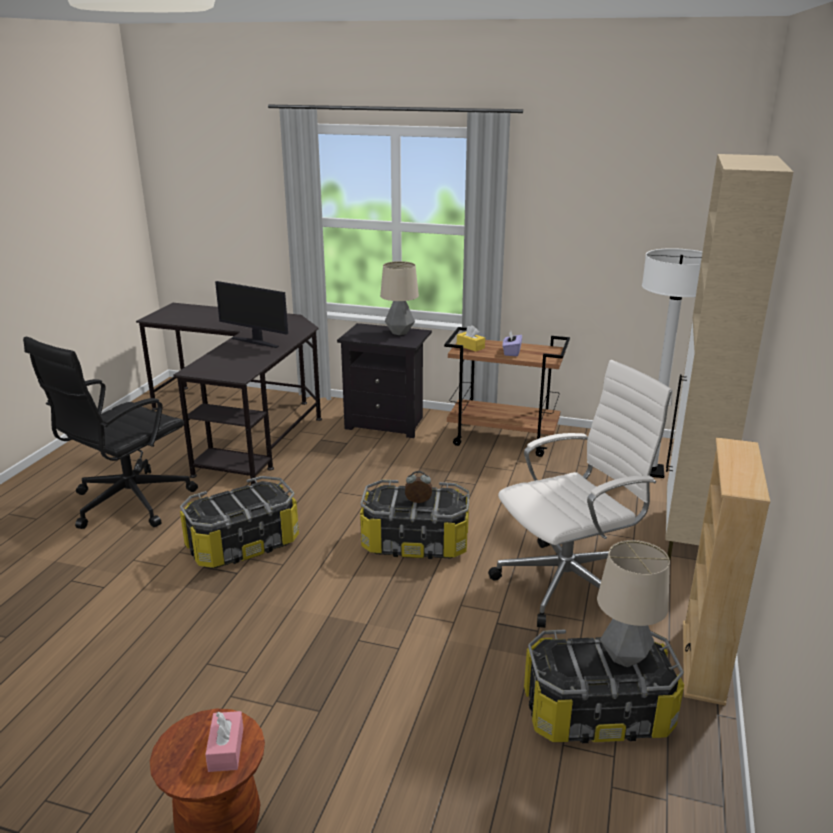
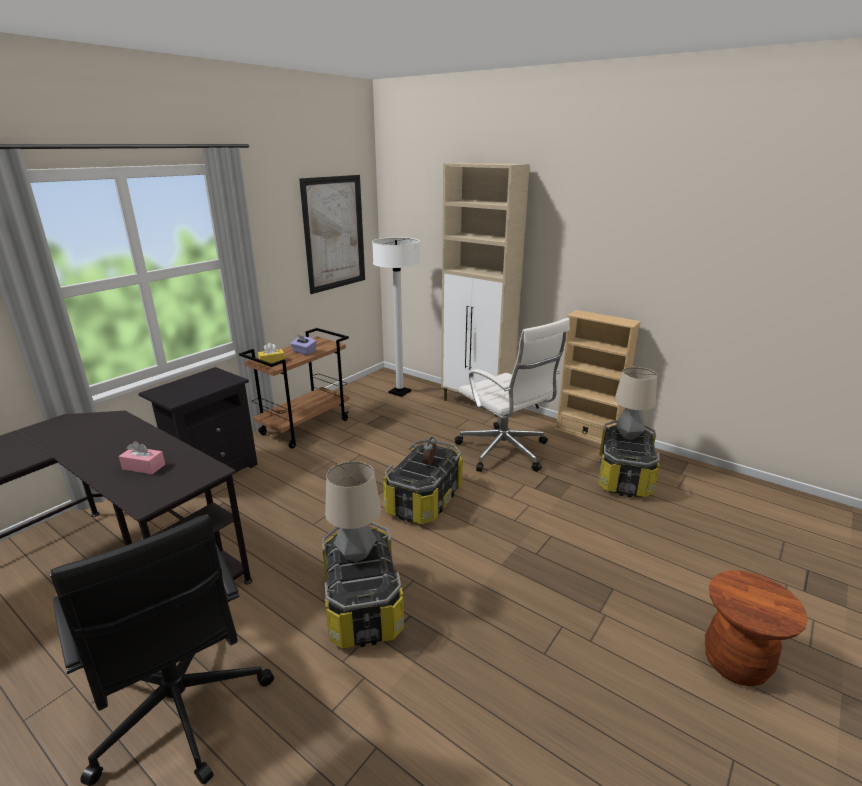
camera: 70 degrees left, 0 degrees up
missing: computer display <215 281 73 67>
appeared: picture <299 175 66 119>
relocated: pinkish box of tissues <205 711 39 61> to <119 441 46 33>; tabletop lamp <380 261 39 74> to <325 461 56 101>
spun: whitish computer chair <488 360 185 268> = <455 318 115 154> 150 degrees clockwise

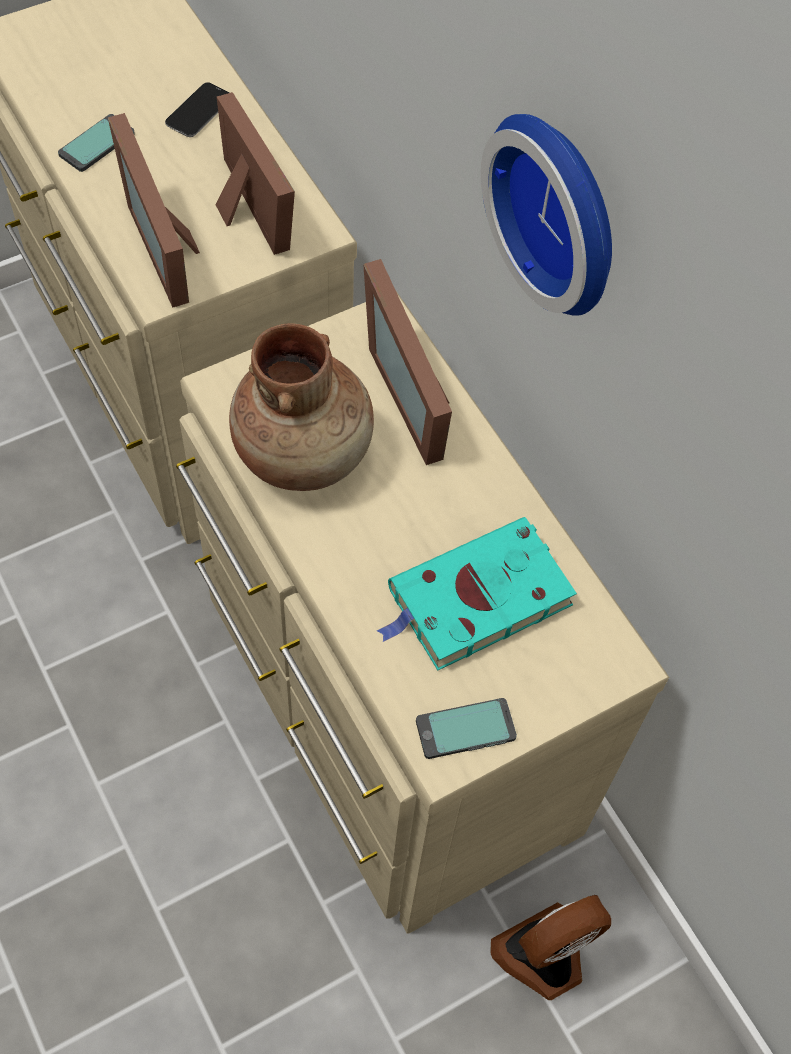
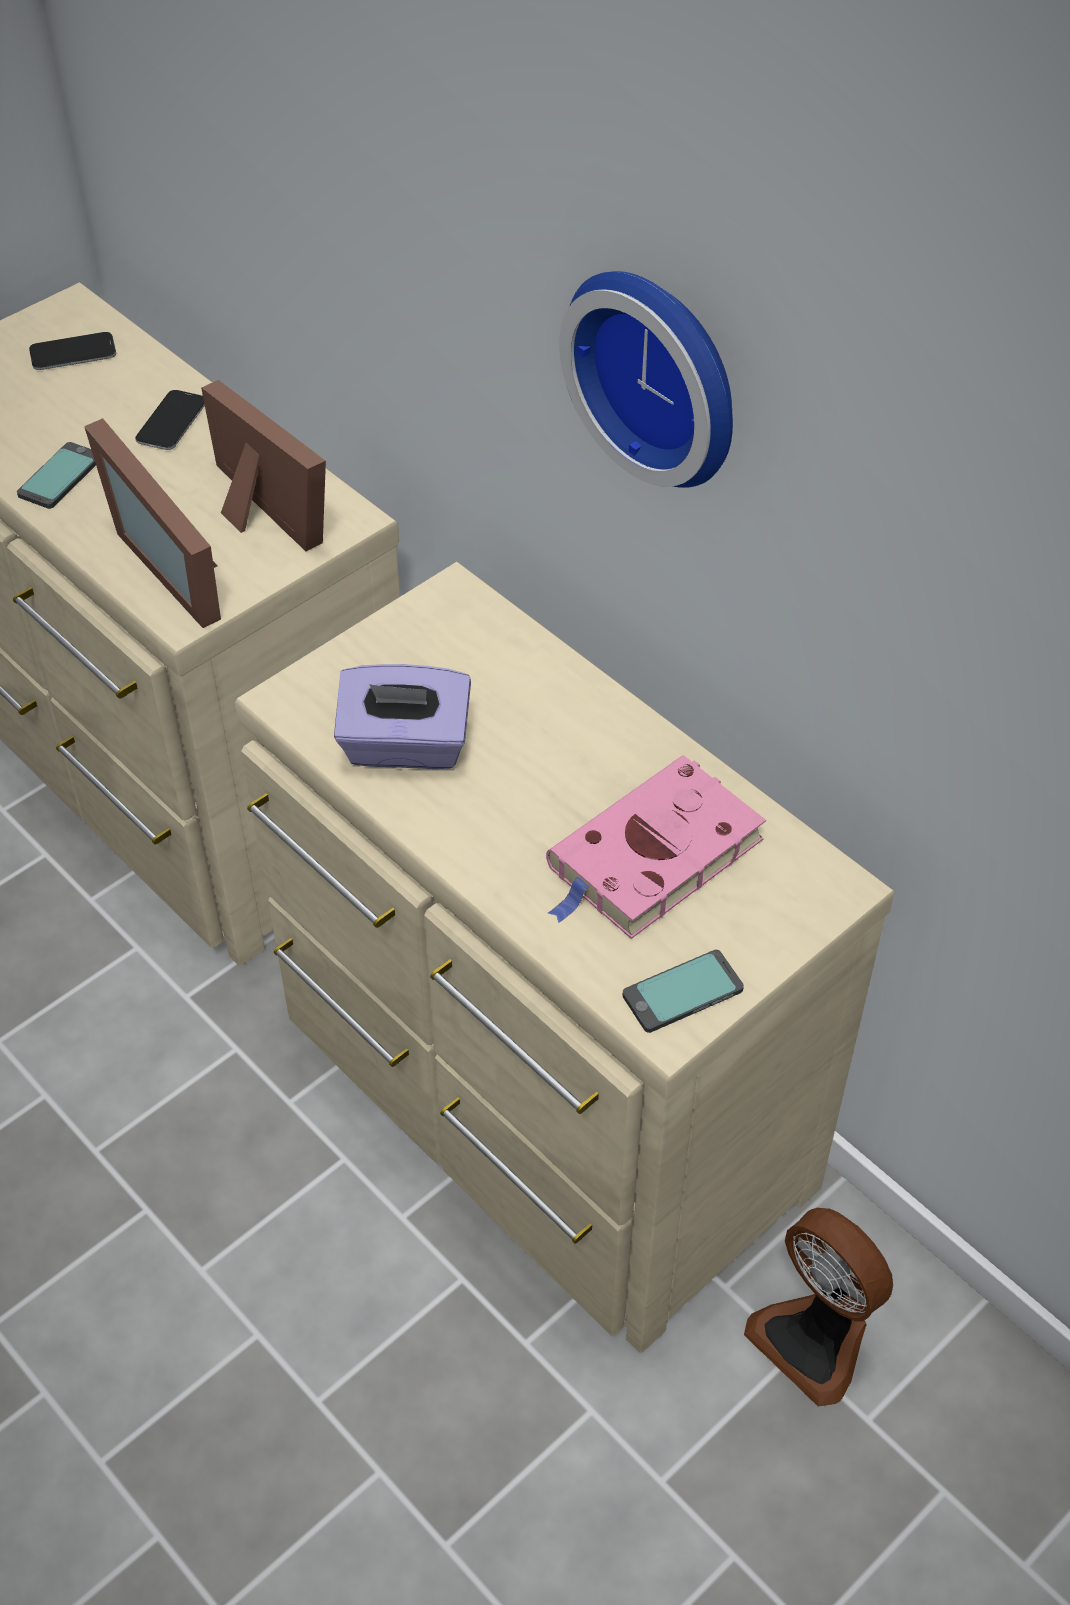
camera: 10 degrees left, 10 degrees down
missing: standing frame <363 259 89 206>
appeared: handset <29 332 87 38>
exchanged: brown flower vase <229 323 145 168> to purple-coloured box of tissues <334 664 137 105>
colour: turquoise bound book <377 517 200 154> to pinkish bound book <546 755 220 184>
spun: cooling fan <490 895 121 105> = <744 1208 149 199> 90 degrees counterclockwise

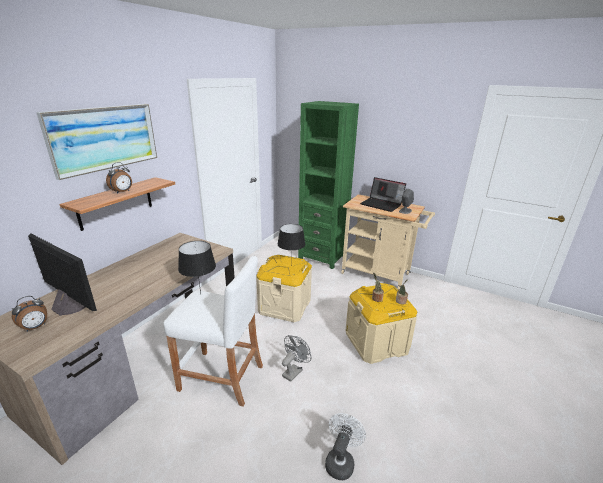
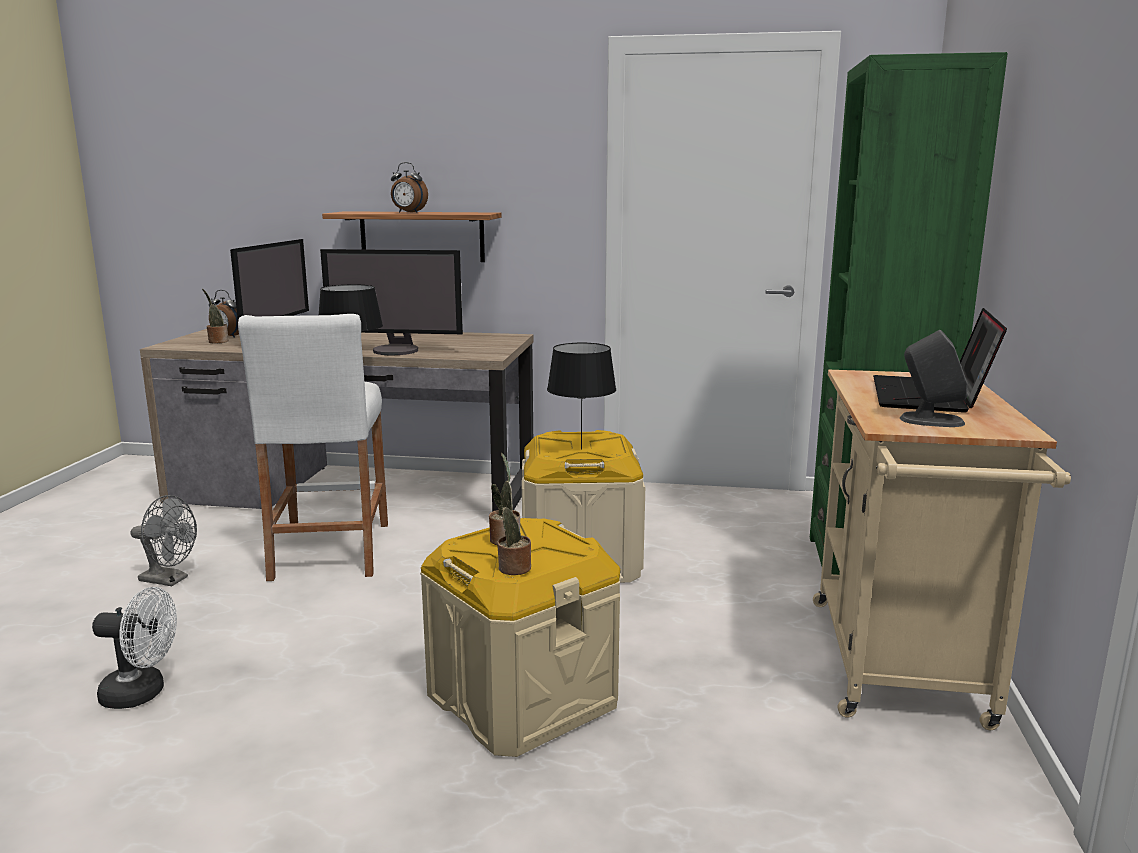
camera: 70 degrees right, 10 degrees down
missing: picture <36 104 121 76>
appeared: plant in a pot <202 289 27 55>; computer display <320 249 143 106>
relocated: gray cooling fan <282 335 29 47> to <131 495 66 91>

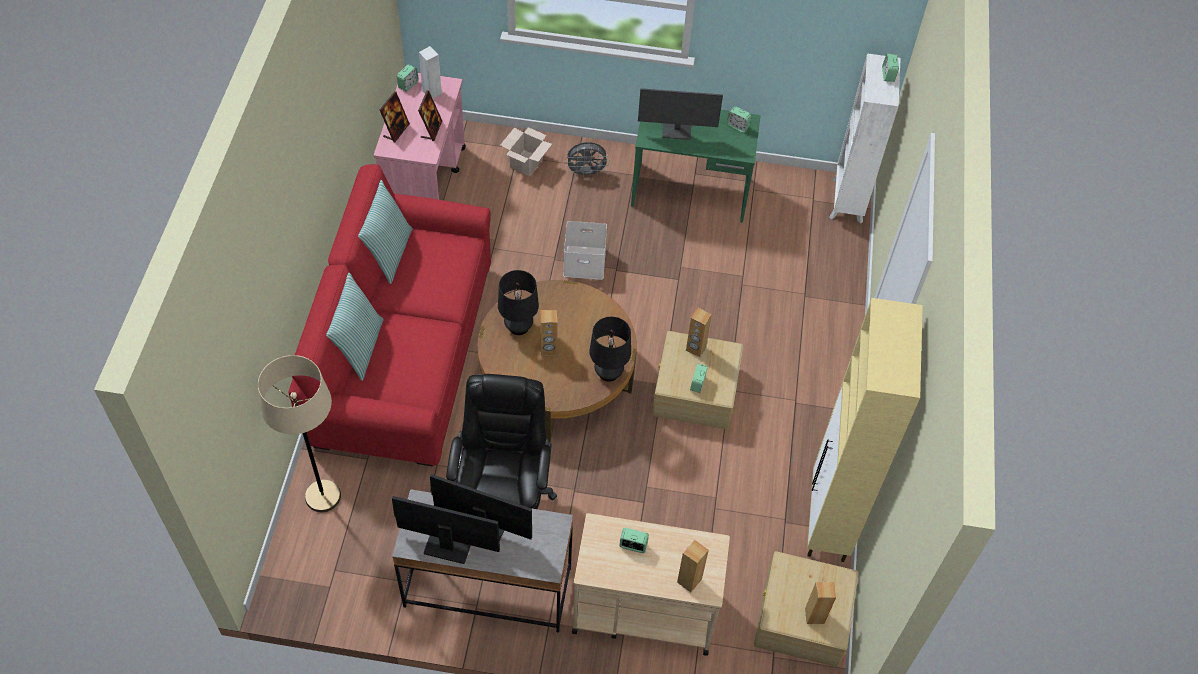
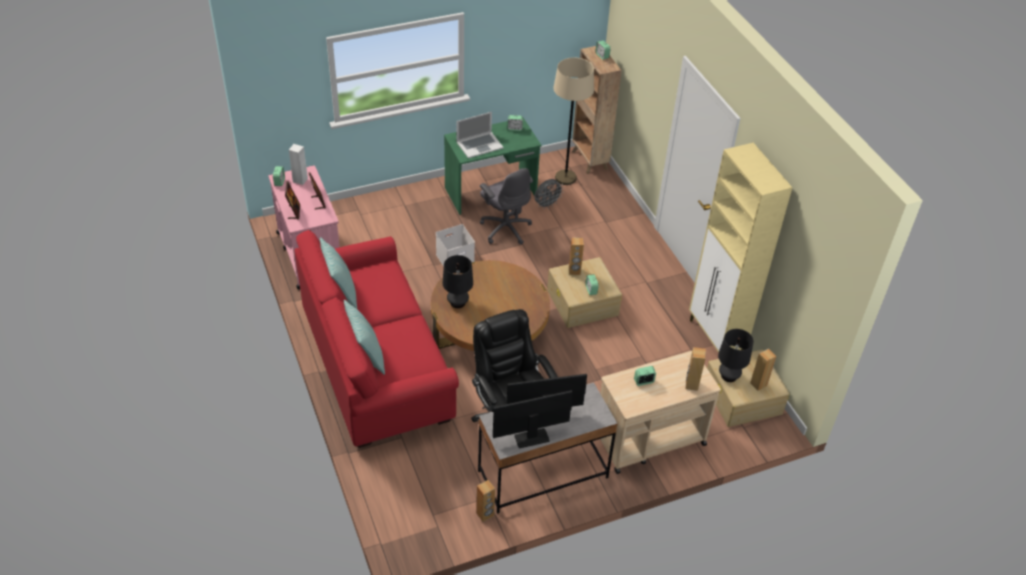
camera: 30 degrees left, 10 degrees down
missing: carton <500 127 52 49>
appeared: gray computer chair <480 168 53 77>
relocated: brown audio speaker <540 310 18 46> to <476 480 19 42>; gray cooling fan <565 142 45 36> to <534 179 30 30>; sand-coloured standard lamp <258 355 83 157> to <553 58 41 127>; blackish tabletop lamp <589 317 42 65> to <718 329 36 53>
exchanged: computer display <638 88 85 52> to portable computer <456 112 47 46>
colour: whitish shelving unit <830 53 71 171> to brown shelving unit <572 46 50 128>

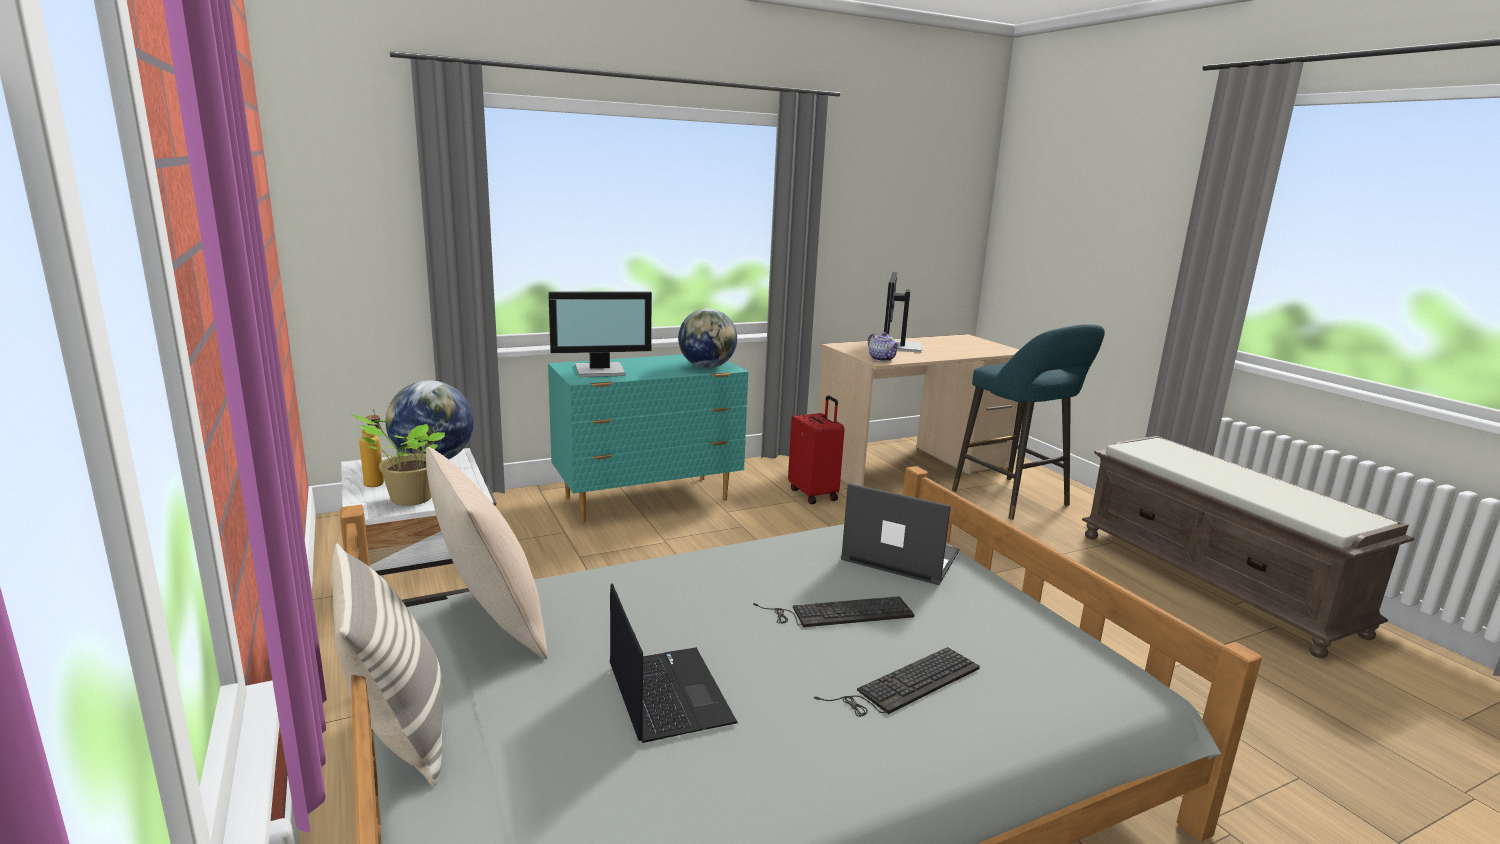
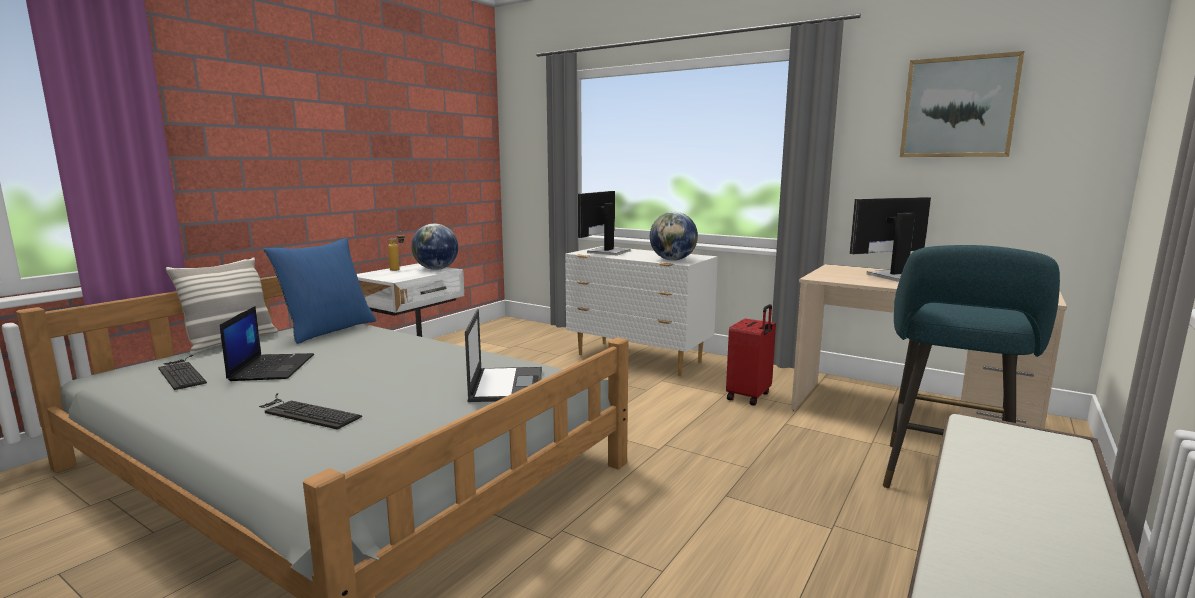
camera: 60 degrees right, 5 degrees down
missing: plant in a pot <351 415 94 91>; tea pot <868 332 32 30>
appeared: picture <900 51 124 106>
relocated: PC keyboard <753 597 161 30> to <158 355 49 35>
colour: sand-coloured cushion <426 447 122 212> to blue-coloured cushion <264 238 112 106>; turquoise dresser <548 354 200 168> to whitish dresser <565 246 153 130>
spun: portable computer <610 583 128 160> = <220 306 94 75> 45 degrees counterclockwise; computer display <548 291 104 86> = <578 191 53 64> 75 degrees clockwise

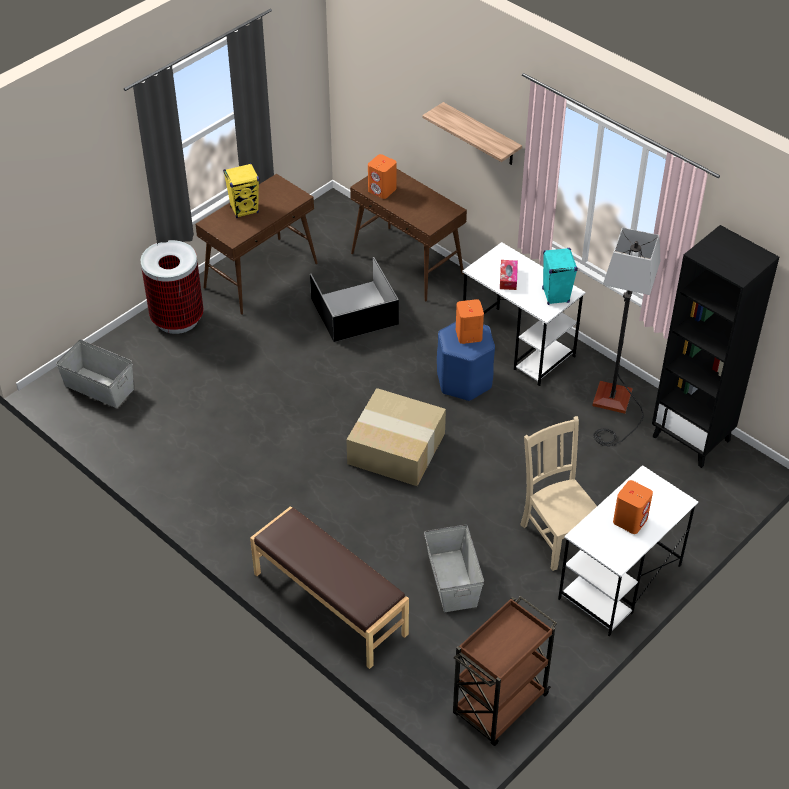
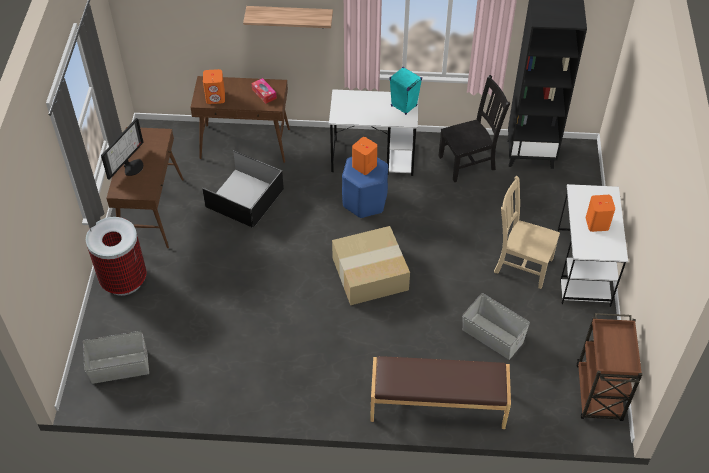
camera: 40 degrees left, 5 degrees up
relocated: box of tissues <500 260 18 30> to <251 78 26 26>
exchanged: yellow audio speaker <223 163 36 55> to computer display <101 118 43 62>; standard lamp <592 227 68 219> to blackish plain chair <438 75 72 107>

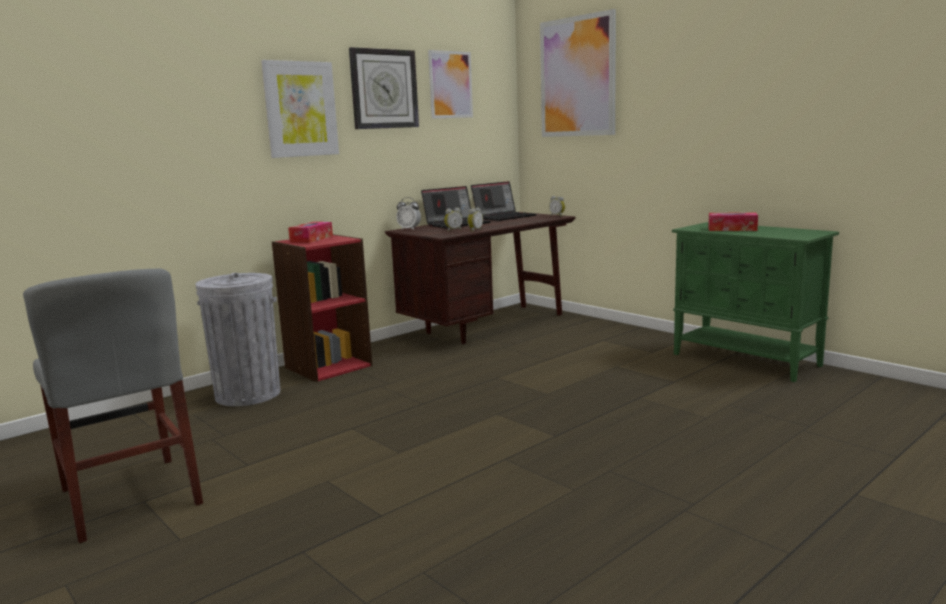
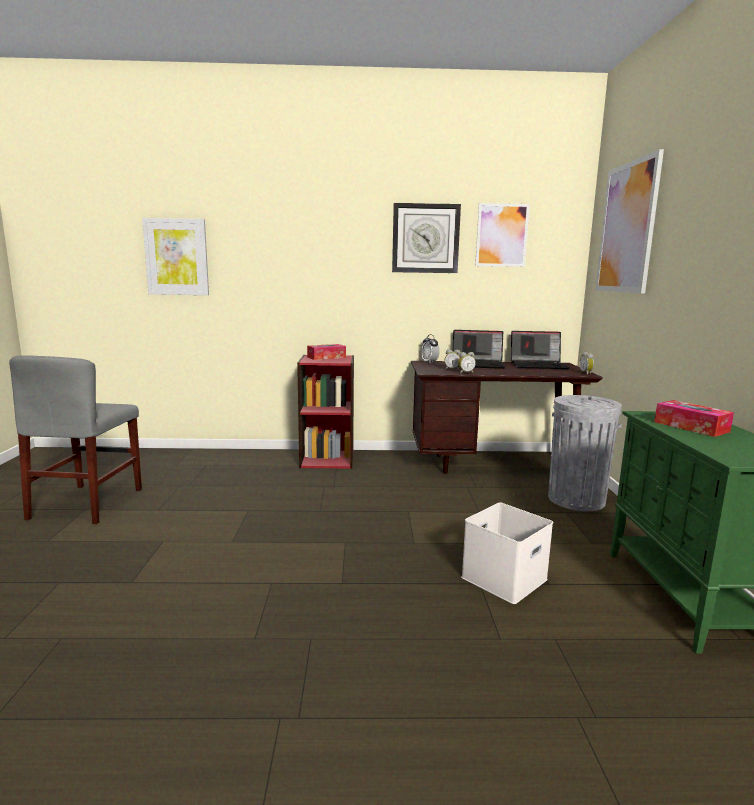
camera: 40 degrees right, 0 degrees up
appeared: whitish storage box <461 502 92 102>
relocated: picture <261 60 78 98> to <142 218 67 77>; gray trash can <195 273 85 133> to <548 395 74 116>

